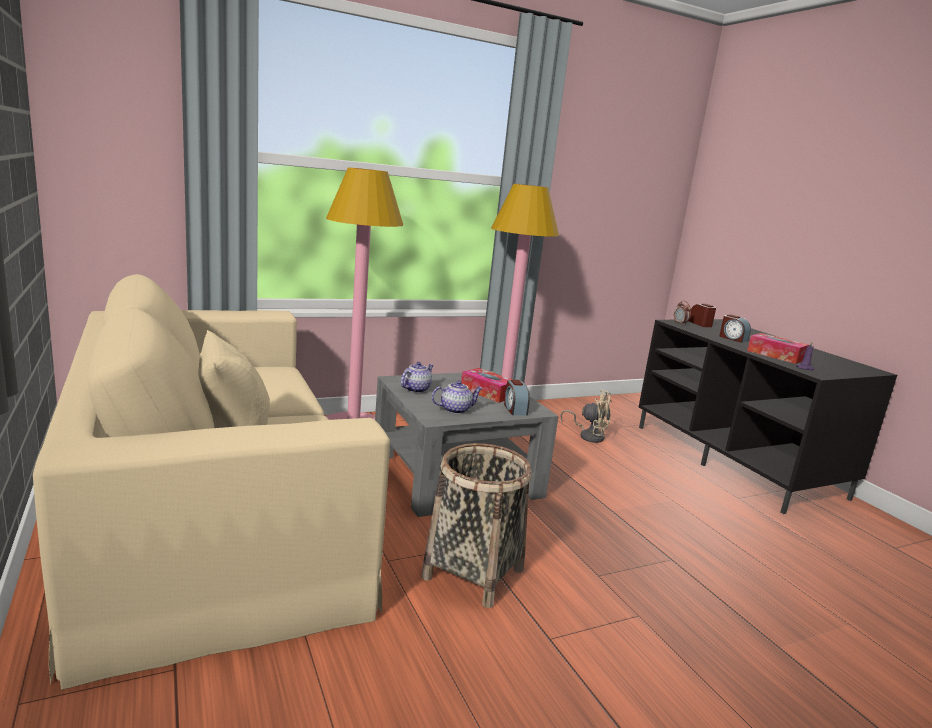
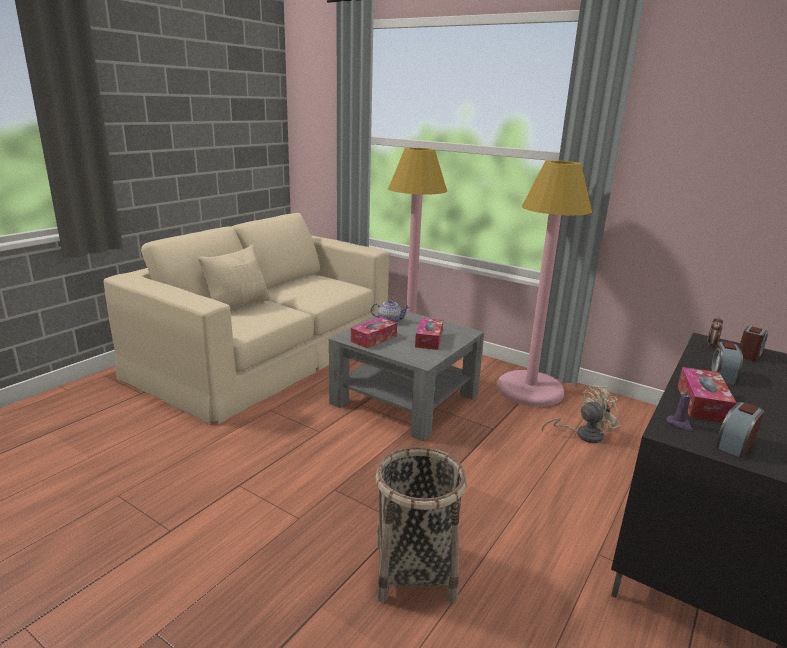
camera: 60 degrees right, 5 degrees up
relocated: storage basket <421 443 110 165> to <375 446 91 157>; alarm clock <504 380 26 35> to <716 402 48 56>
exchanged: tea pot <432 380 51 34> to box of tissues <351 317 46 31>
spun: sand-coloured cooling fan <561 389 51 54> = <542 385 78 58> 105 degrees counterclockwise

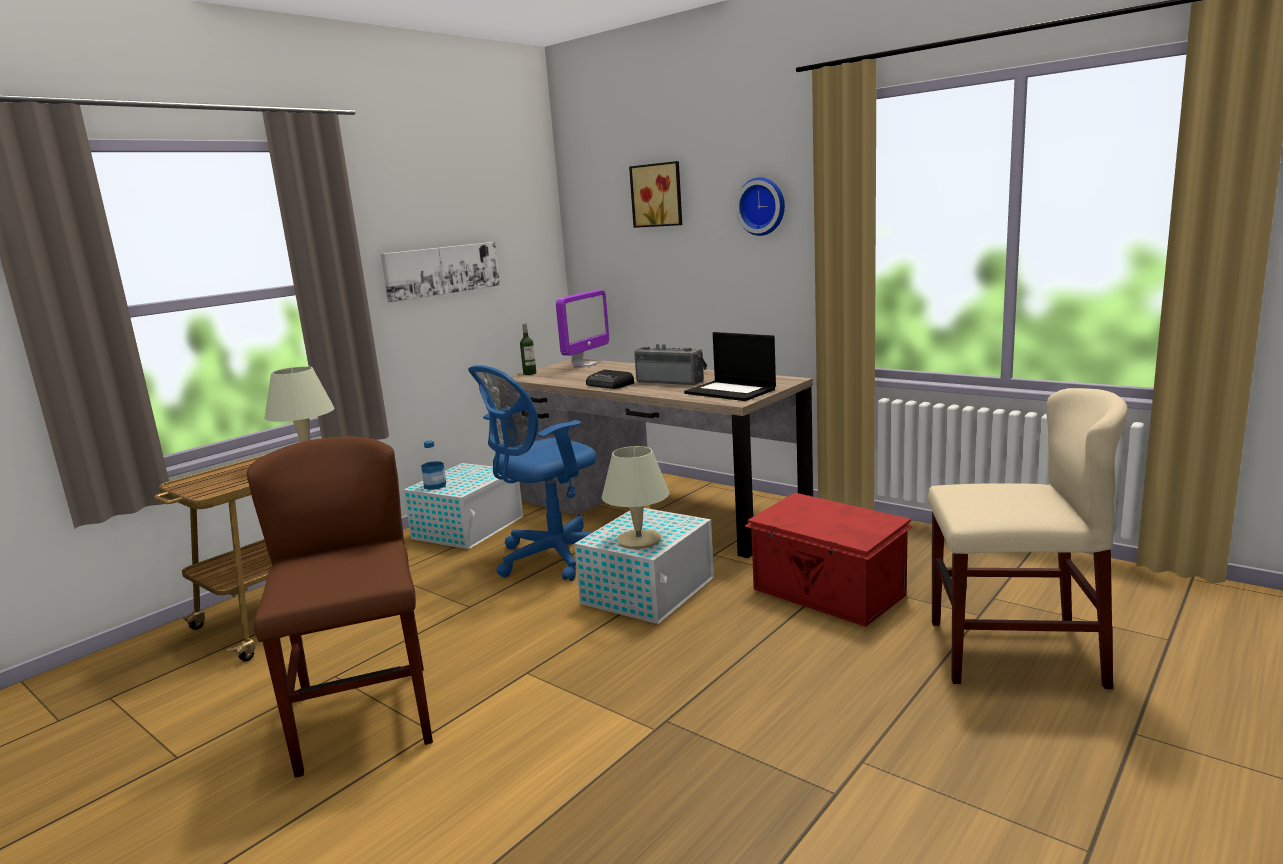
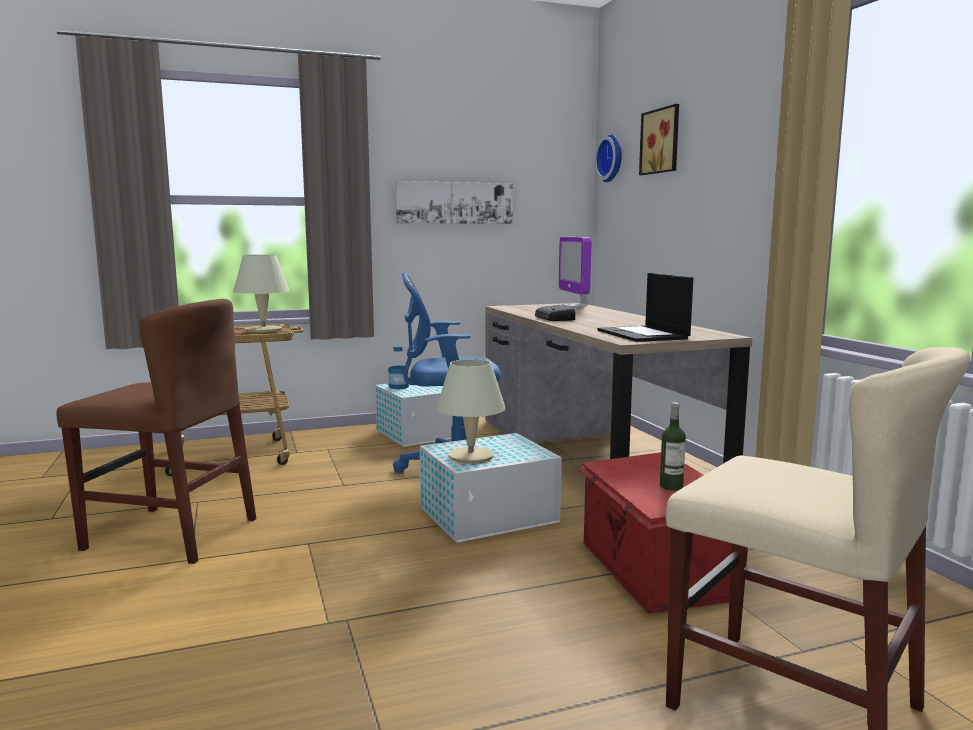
camera: 30 degrees right, 5 degrees down
missing: radio <634 344 73 42>
relocated: hanging clock <735 177 50 59> to <594 134 28 48>; drink bottle <520 323 16 52> to <660 402 26 89>
spun: brown plain chair <247 436 186 342> = <56 299 200 265> 90 degrees clockwise; computer display <556 290 53 77> = <559 237 32 71> 105 degrees clockwise

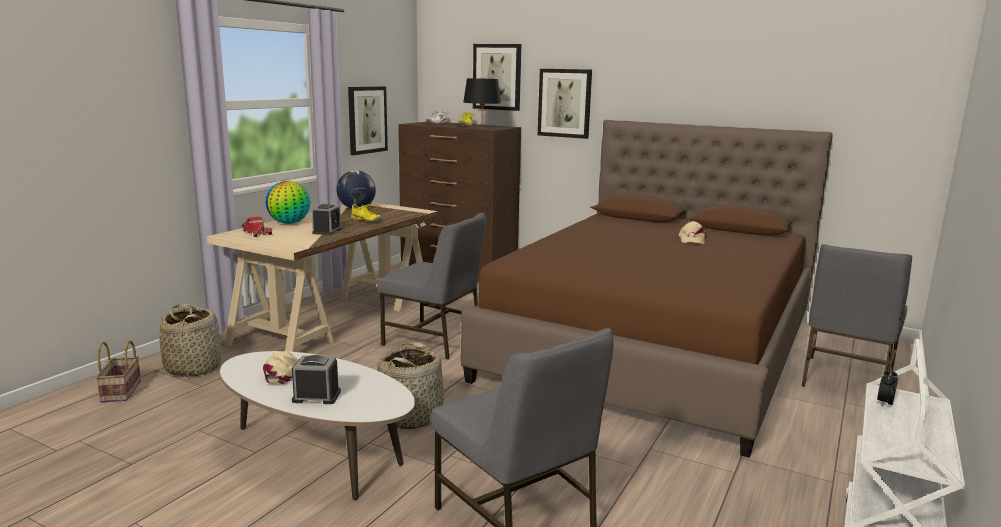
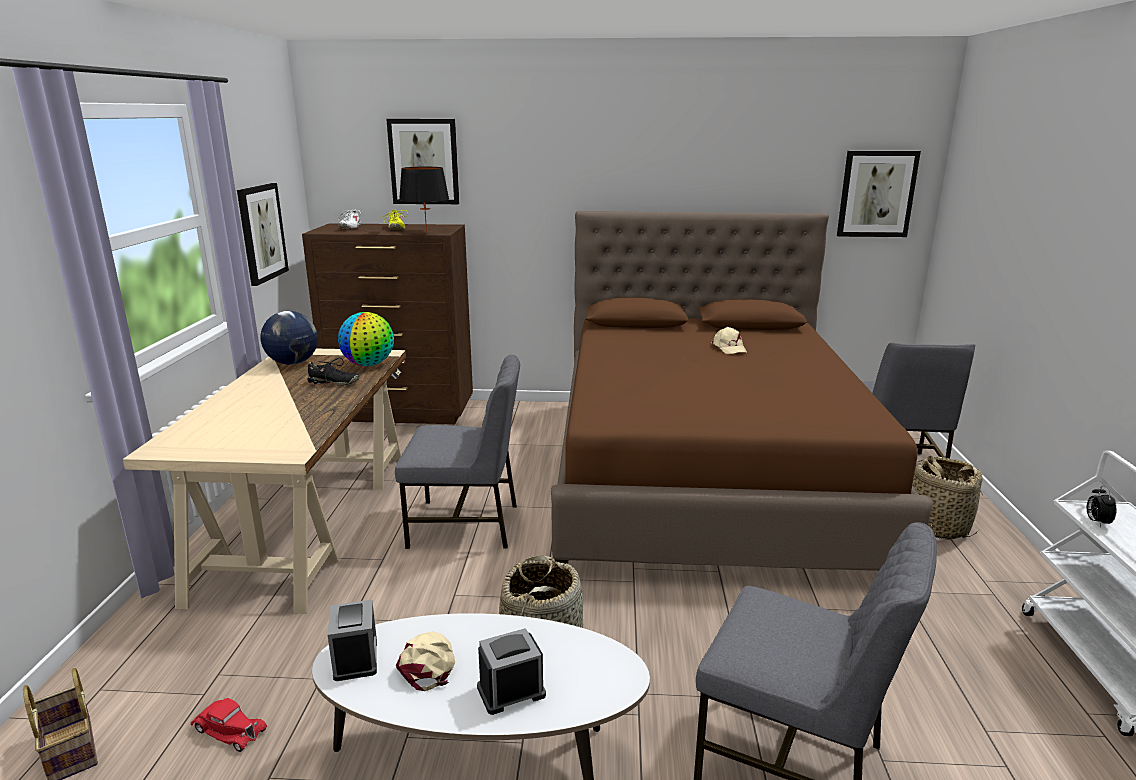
camera: 25 degrees left, 5 degrees up
relocated: reddish toy car <242 217 30 20> to <190 698 78 54>; alarm clock <312 204 30 31> to <328 600 49 81>; globe <265 181 45 43> to <338 312 56 54>; picture <538 69 54 70> to <837 151 84 86>; storage basket <159 303 62 74> to <912 455 71 85>
colour: yellow shoe <351 203 31 19> to blackish shoe <307 358 52 28>

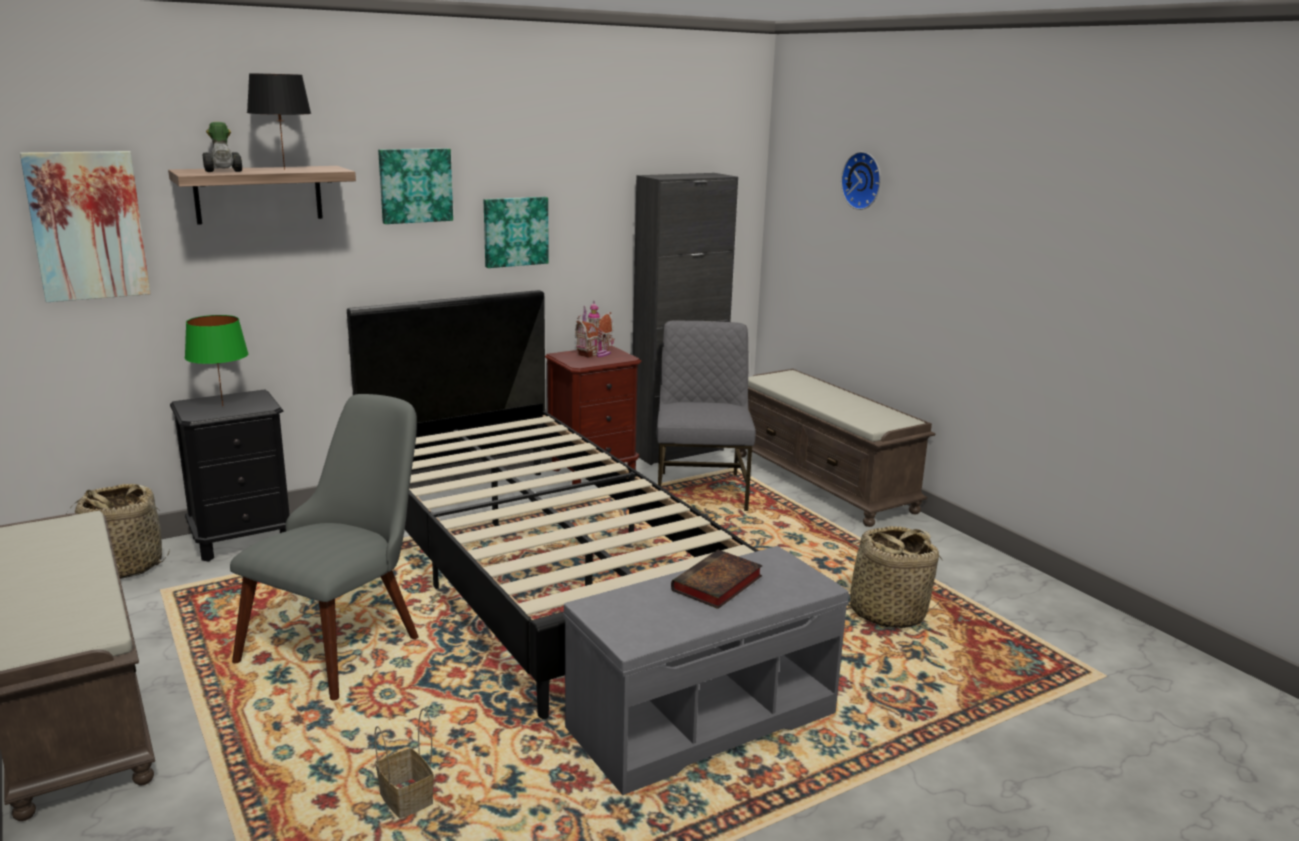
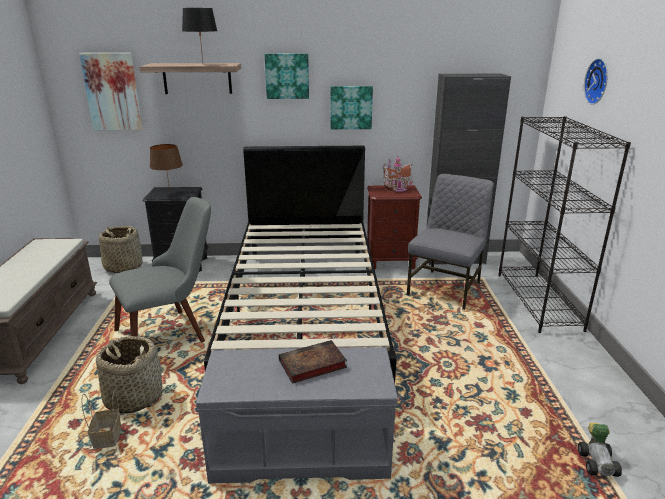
camera: 30 degrees right, 5 degrees up
relocated: storage basket <833 526 110 103> to <96 336 67 78>; toy car <203 122 39 50> to <578 423 44 54>
exchanged: brown long seat <739 369 196 158> to blackish shelving unit <498 116 133 217>
colour: green tabletop lamp <184 315 65 92> to brown tabletop lamp <150 144 33 48>

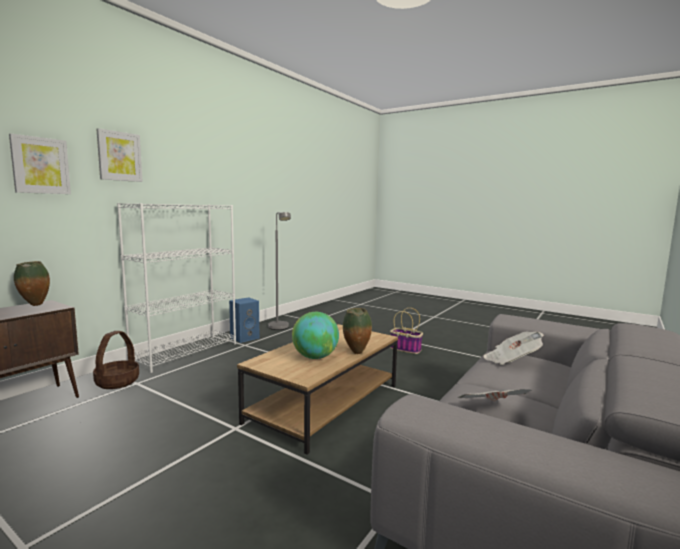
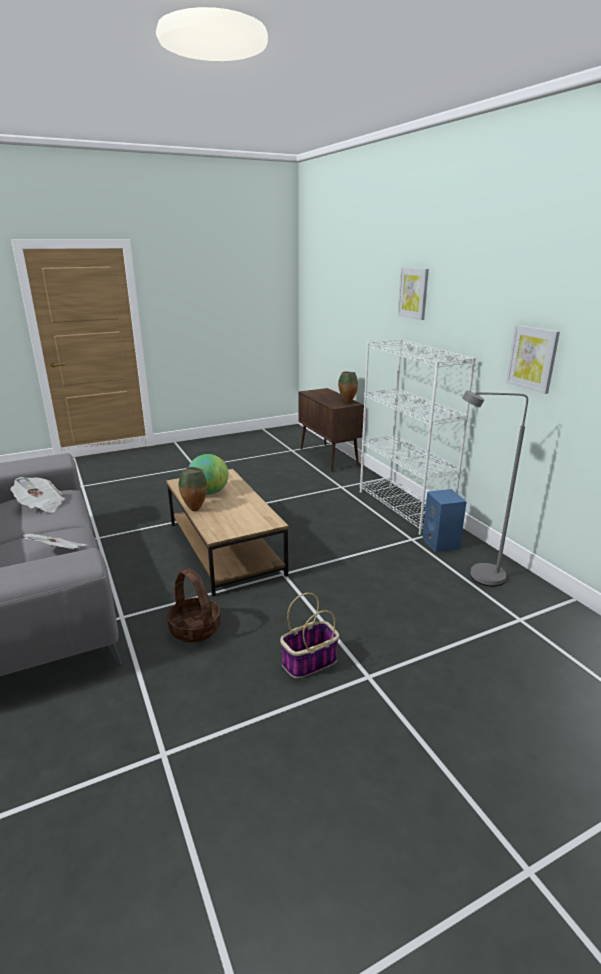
camera: 120 degrees right, 15 degrees up
relocated: storage basket <93 331 46 58> to <167 568 54 75>; picture <9 134 62 60> to <506 325 54 69>

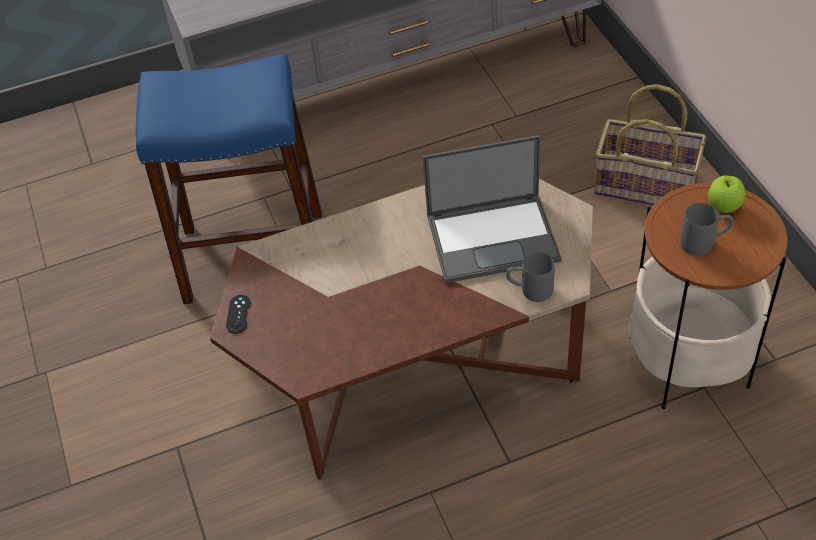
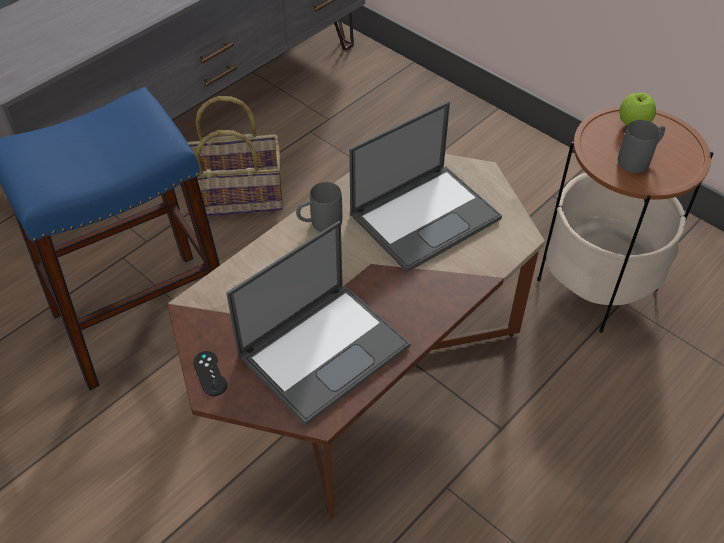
camera: 30 degrees left, 0 degrees up
appeared: portable computer <226 221 185 205>
relocated: storage basket <595 84 111 121> to <187 96 96 120>; gray tea mug <506 252 49 50> to <296 182 46 50>

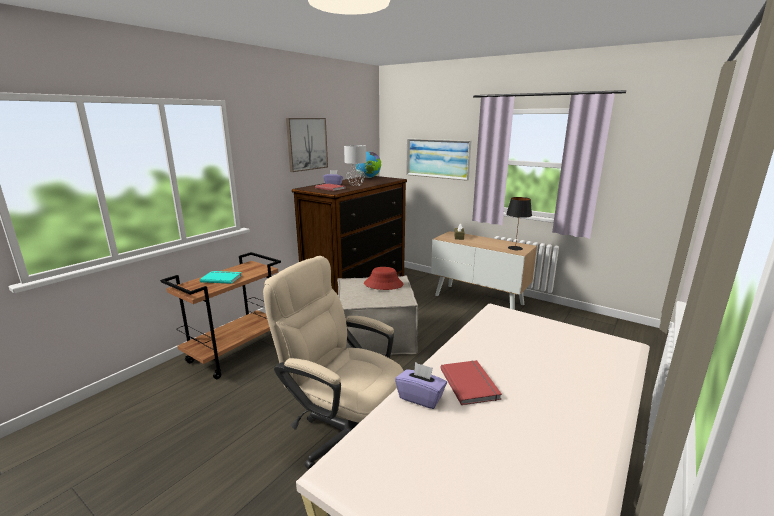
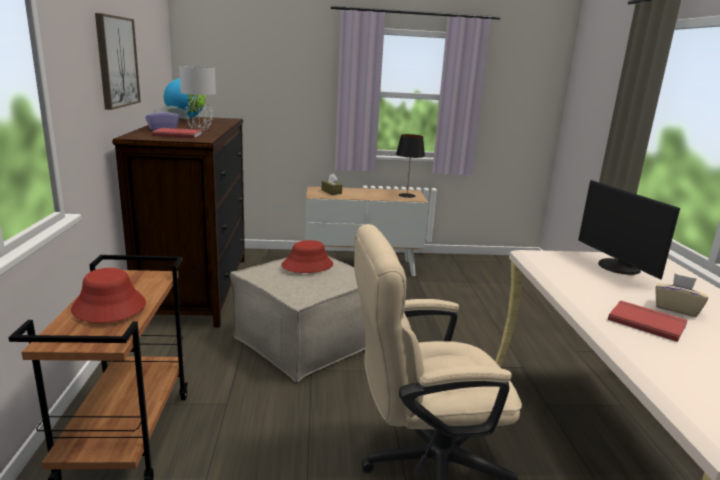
camera: 40 degrees left, 0 degrees up
missing: purple-coloured box of tissues <395 362 52 47>; picture <406 138 65 43>
appeared: computer display <578 180 102 99>; sand-coloured box of tissues <656 274 52 43>
exchanged: turquoise bound book <200 271 42 13> to reddish wearable hat <71 268 75 55>

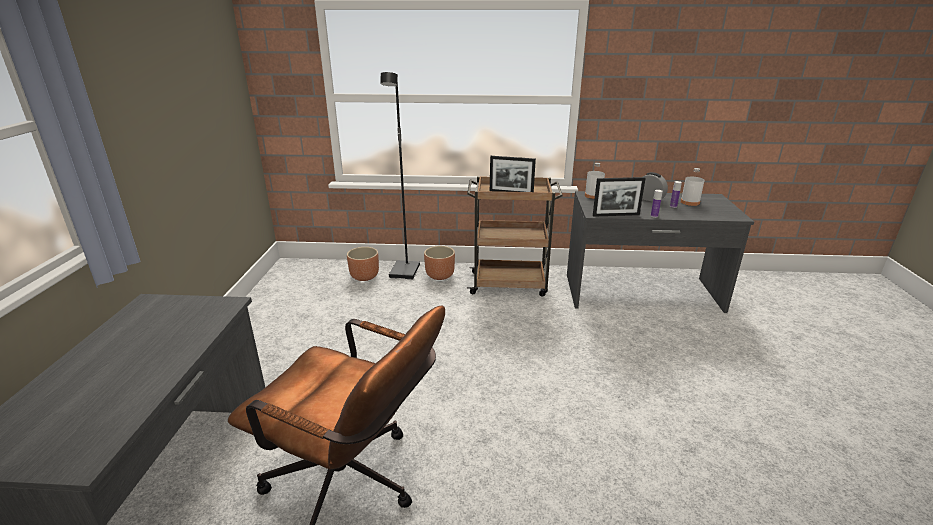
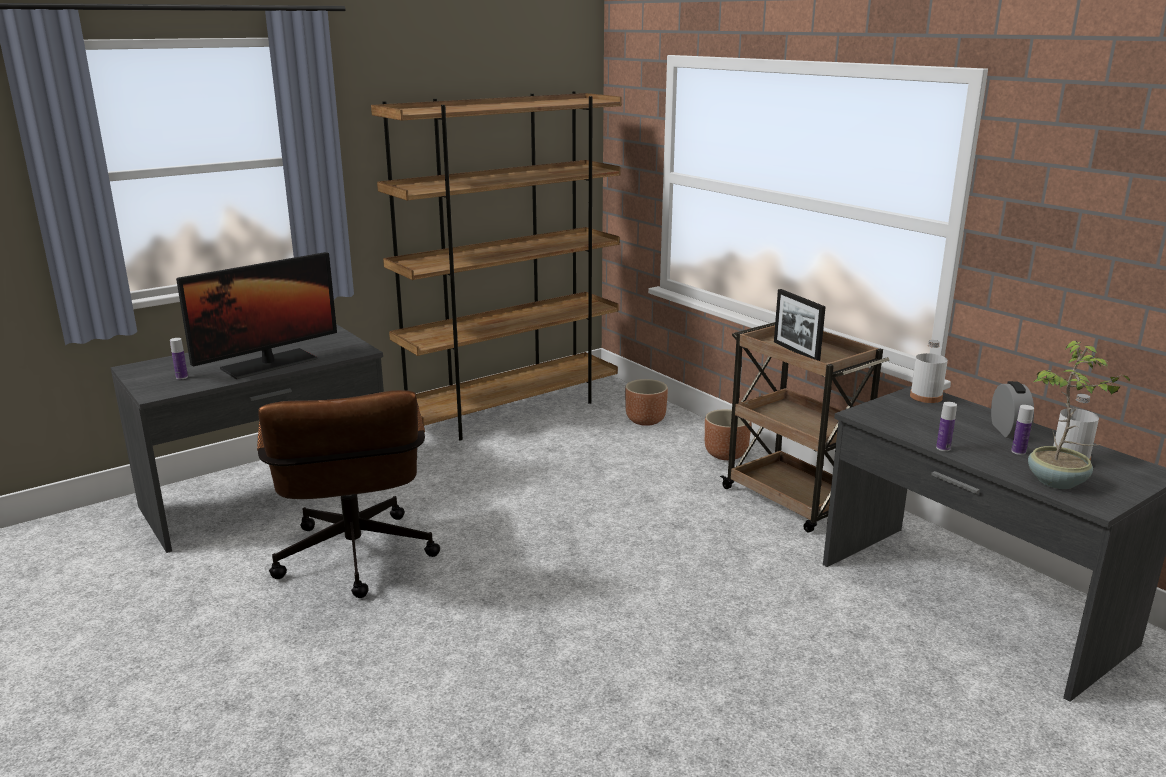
camera: 50 degrees right, 5 degrees down
missing: blackish standard lamp <380 72 40 207>; standing frame <593 177 53 40>
appeared: drink bottle <170 338 18 41>; computer display <176 252 161 127>; brown shelving unit <371 91 251 350>; plant in a pot <1028 341 102 148>

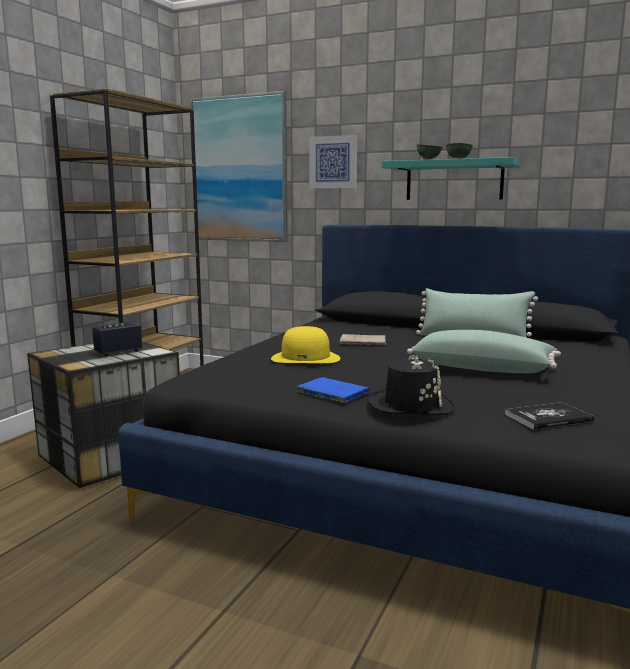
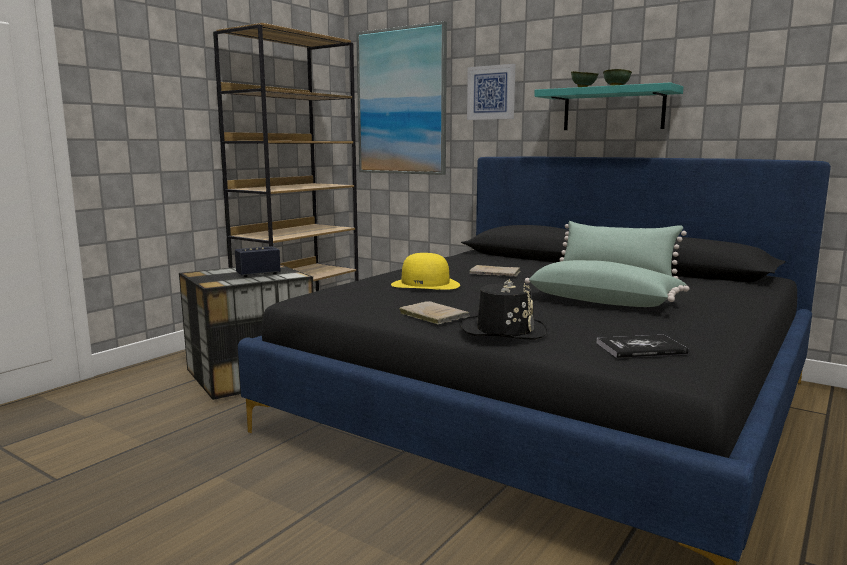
camera: 10 degrees right, 0 degrees up
colour: blue-coloured bound book <297 377 73 26> to sand-coloured bound book <399 301 71 23>

